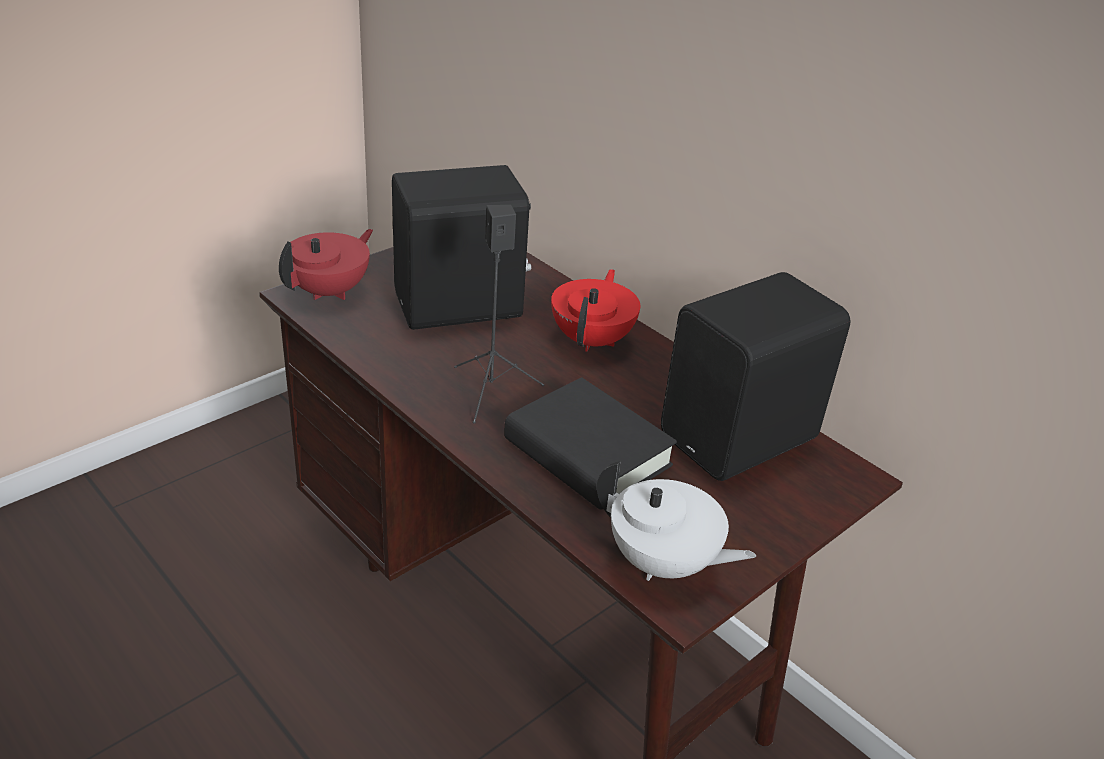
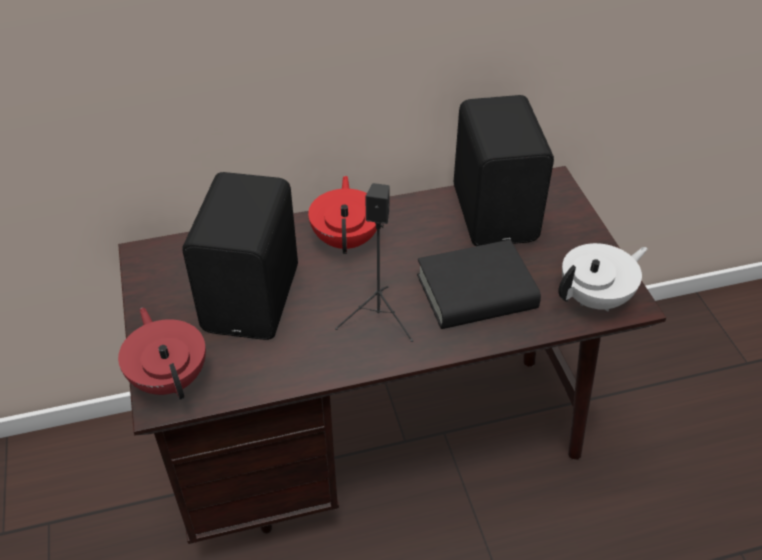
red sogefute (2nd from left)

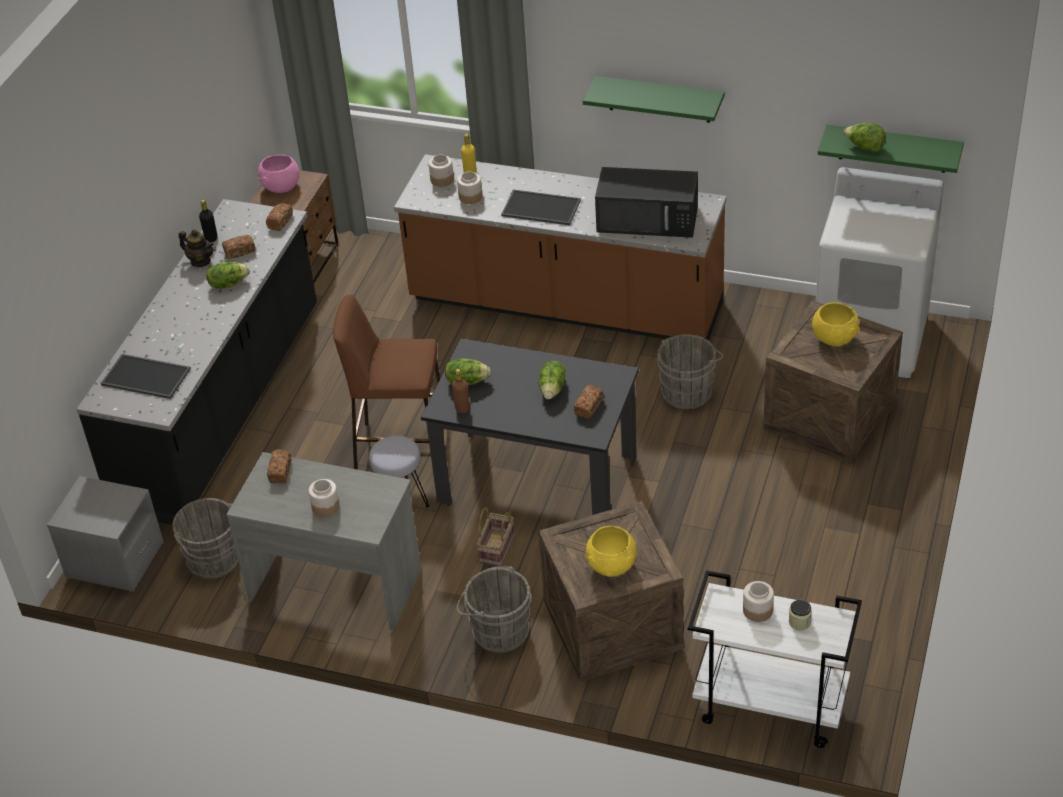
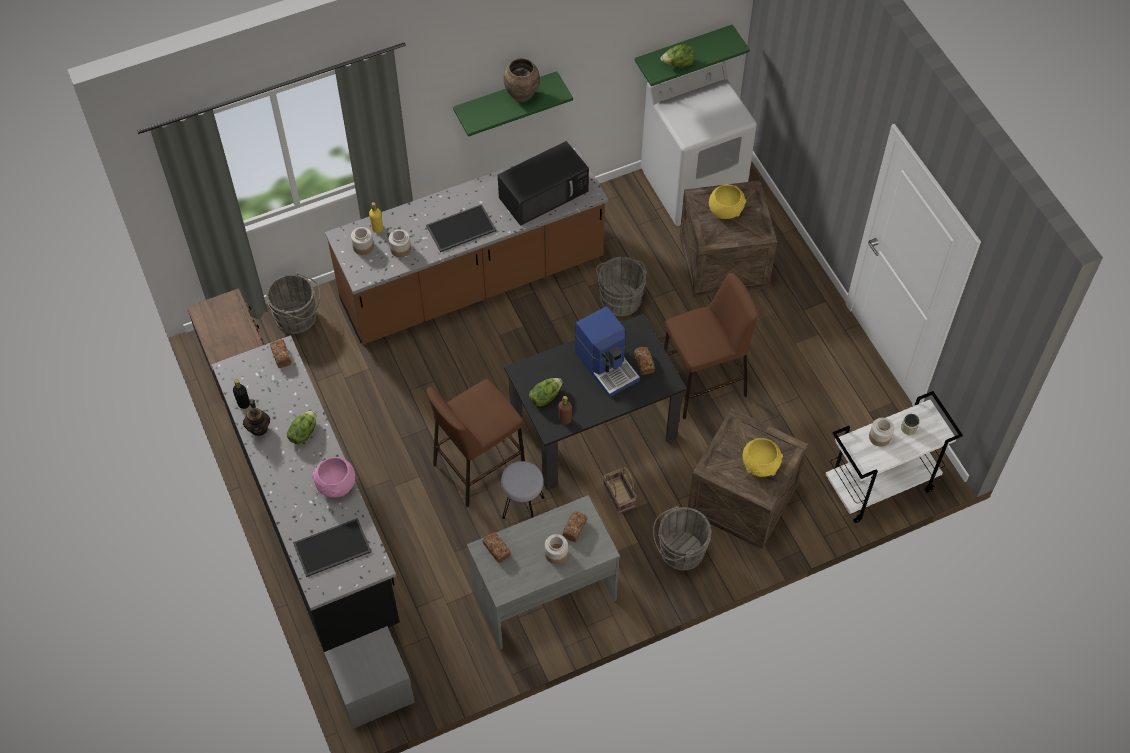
sogefute
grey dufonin (1st from left)
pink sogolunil
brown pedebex
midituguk (3rd from left)
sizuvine
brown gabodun (2nd from left)

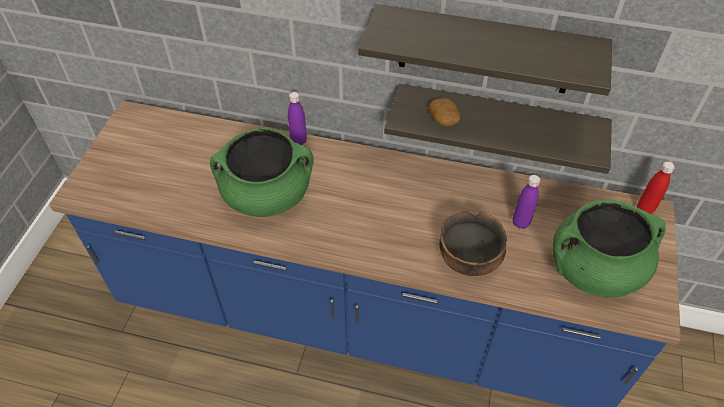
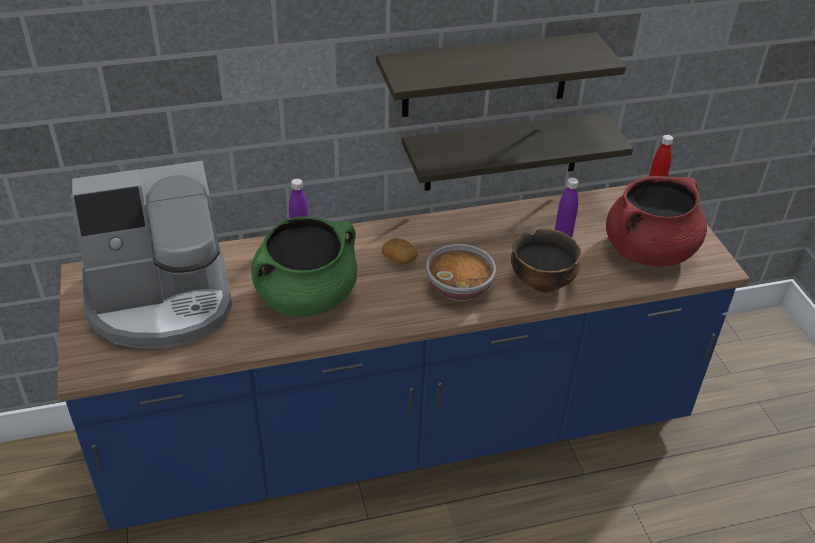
sizuvine
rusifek
sogolunil (1st from left)
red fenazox

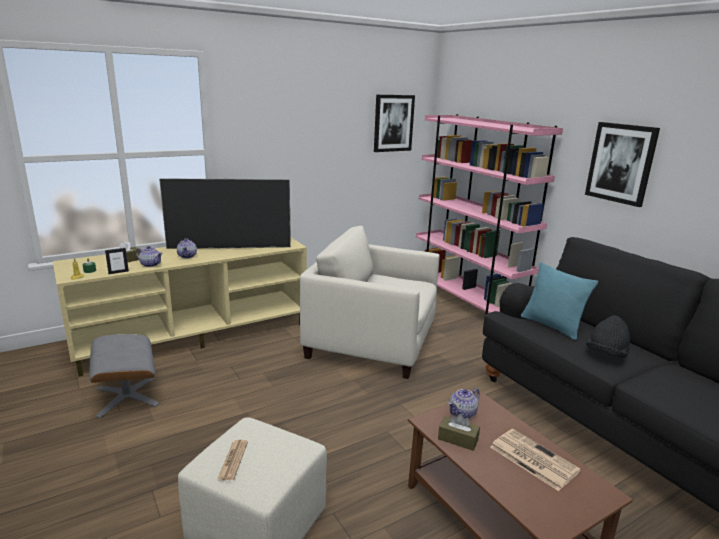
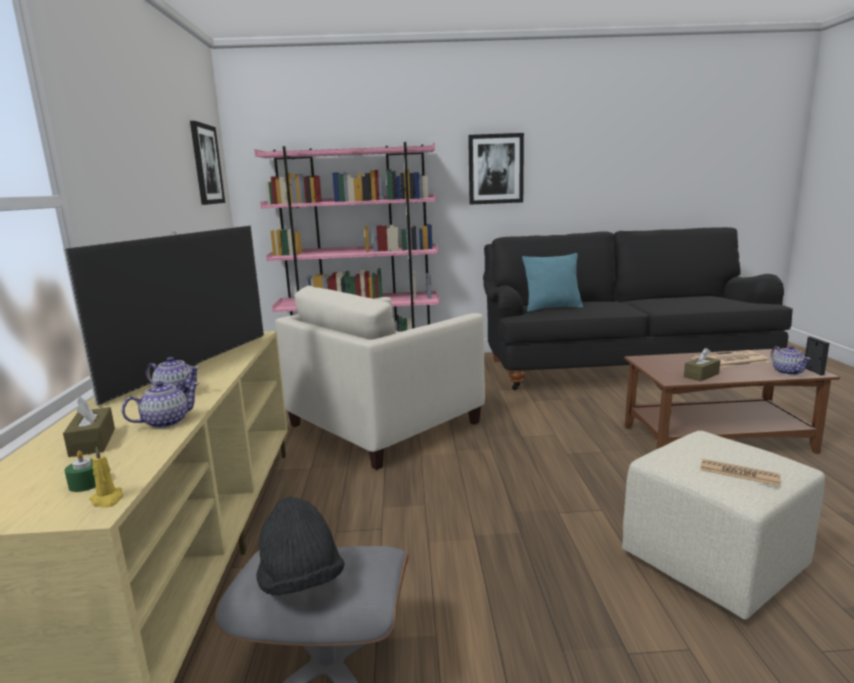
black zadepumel
sogefute (3rd from left)
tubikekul

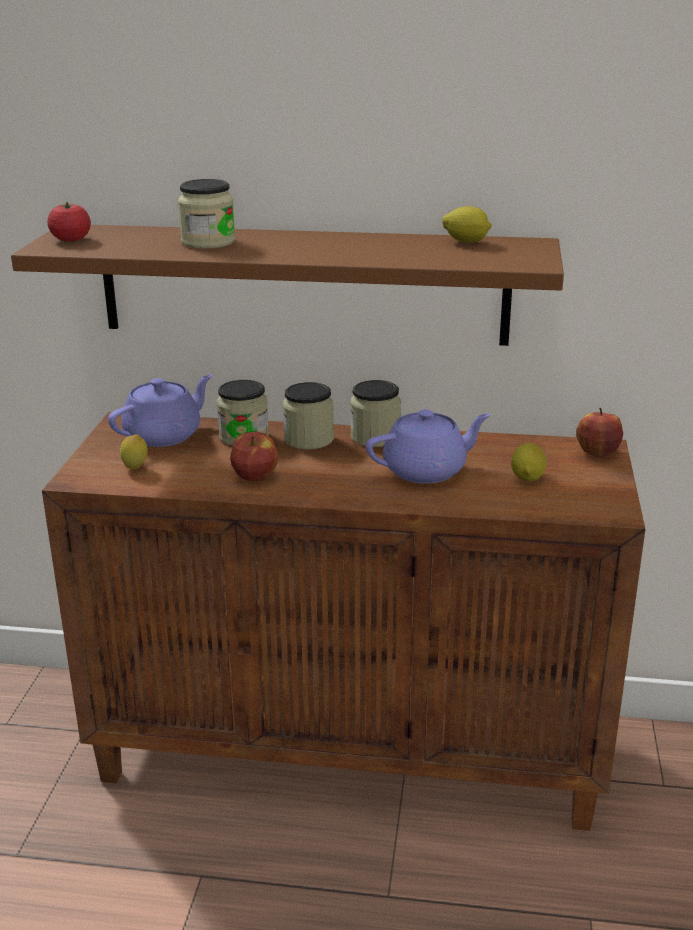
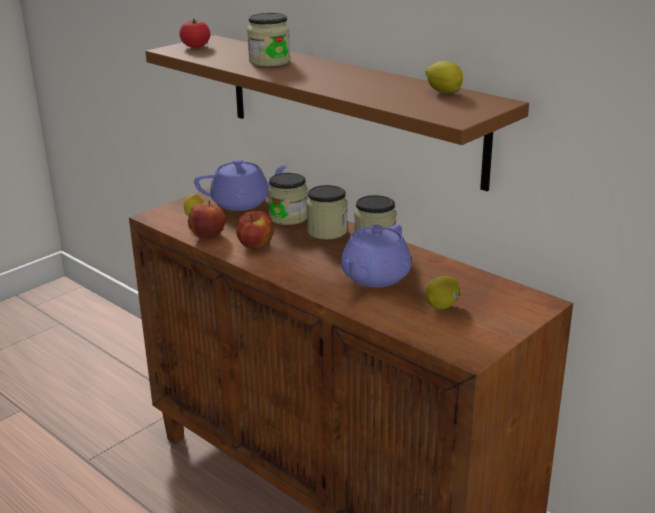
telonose (1st from left)
purple sogefute (2nd from left)

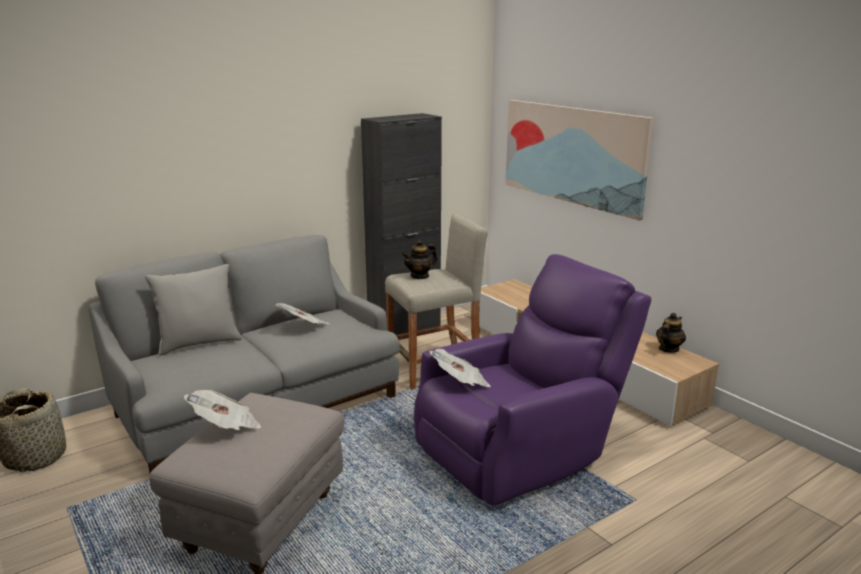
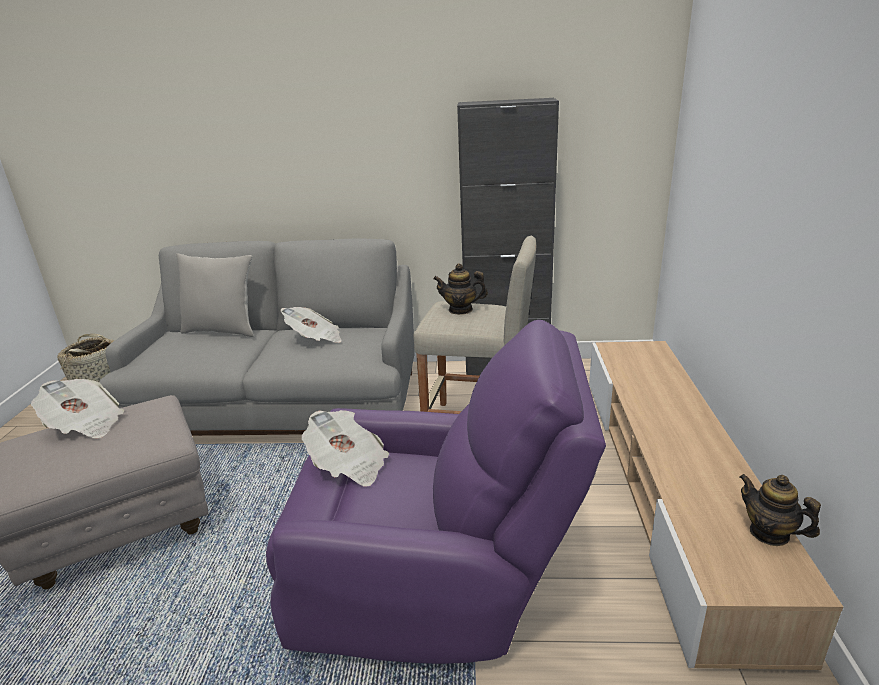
sogefute (2nd from left)
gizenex

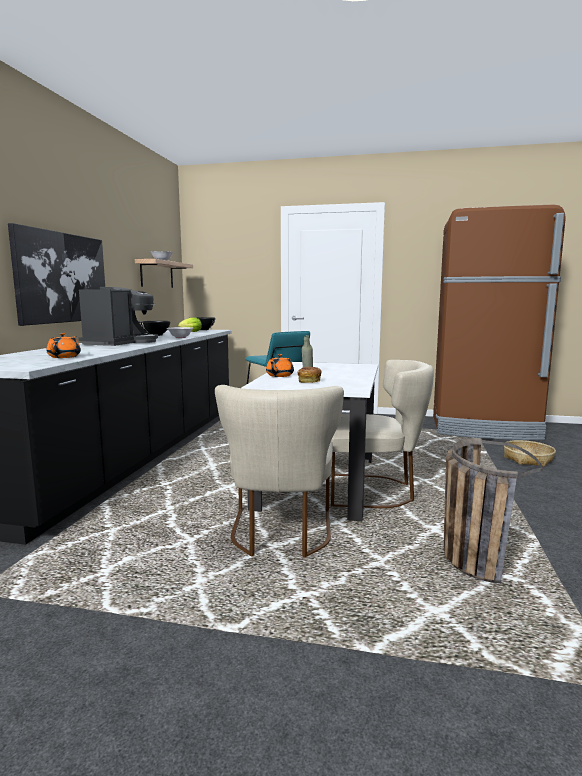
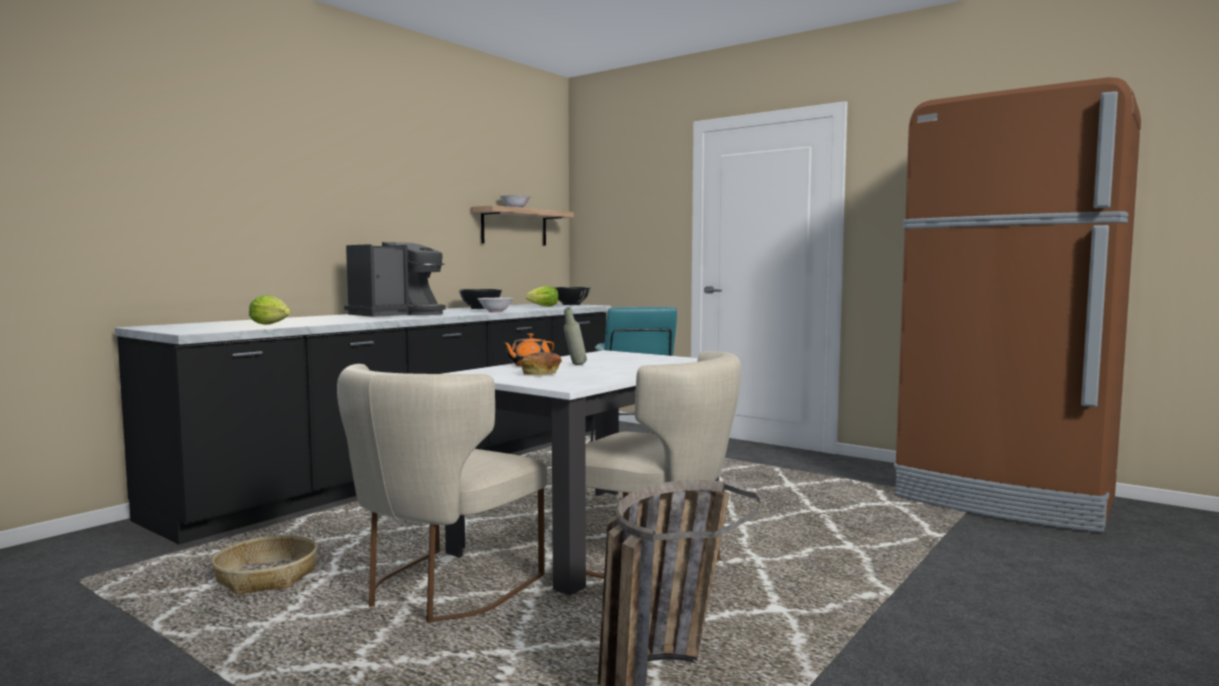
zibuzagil (1st from left)
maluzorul (1st from left)
gizenex

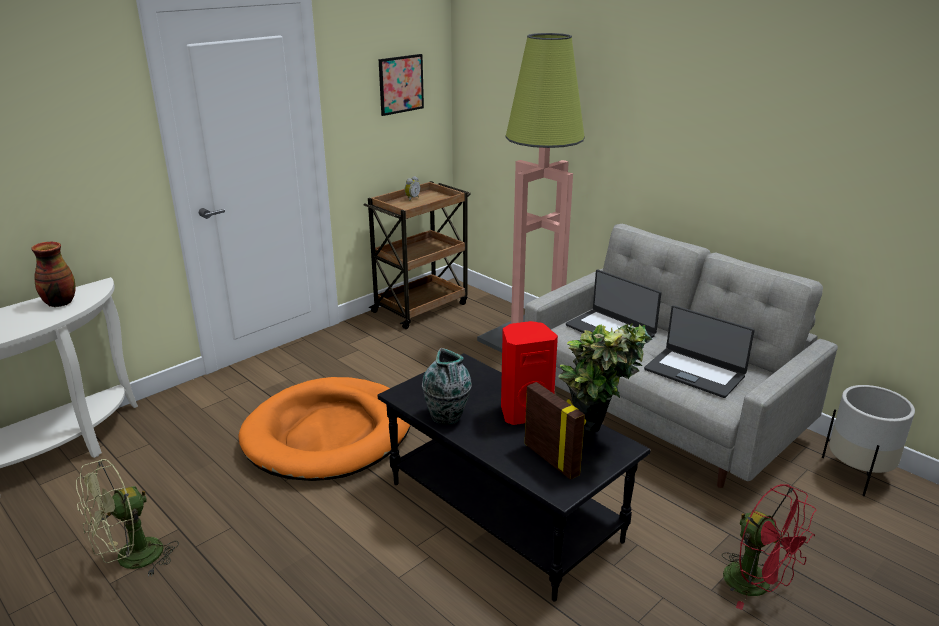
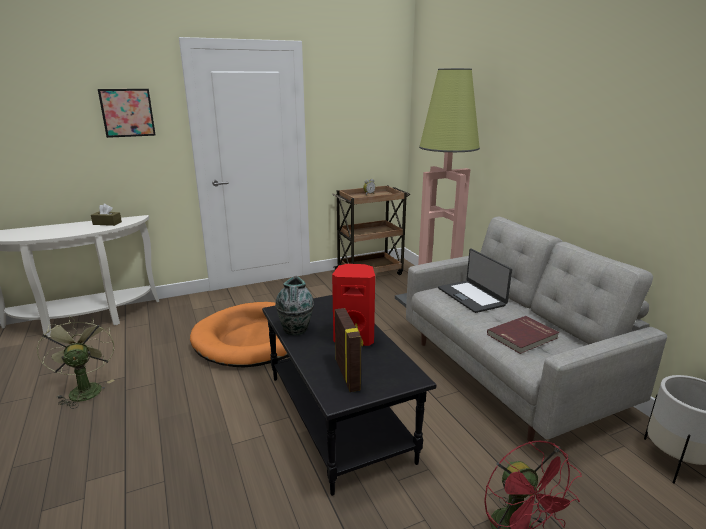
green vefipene
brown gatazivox
gizenex
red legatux
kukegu

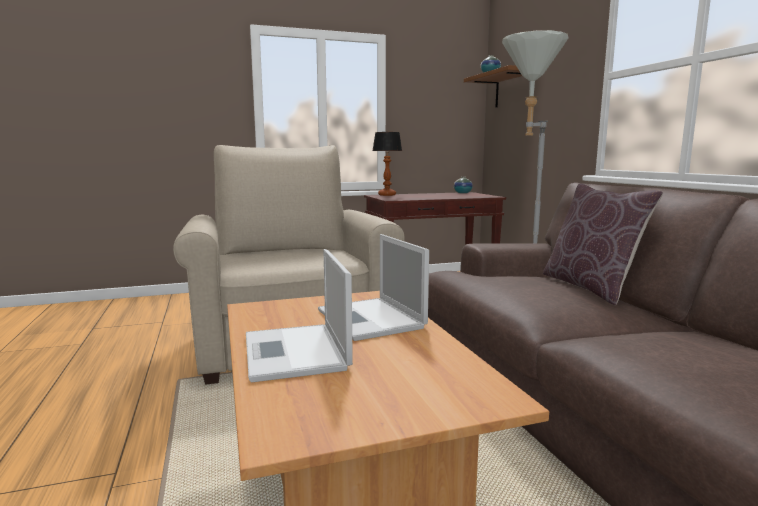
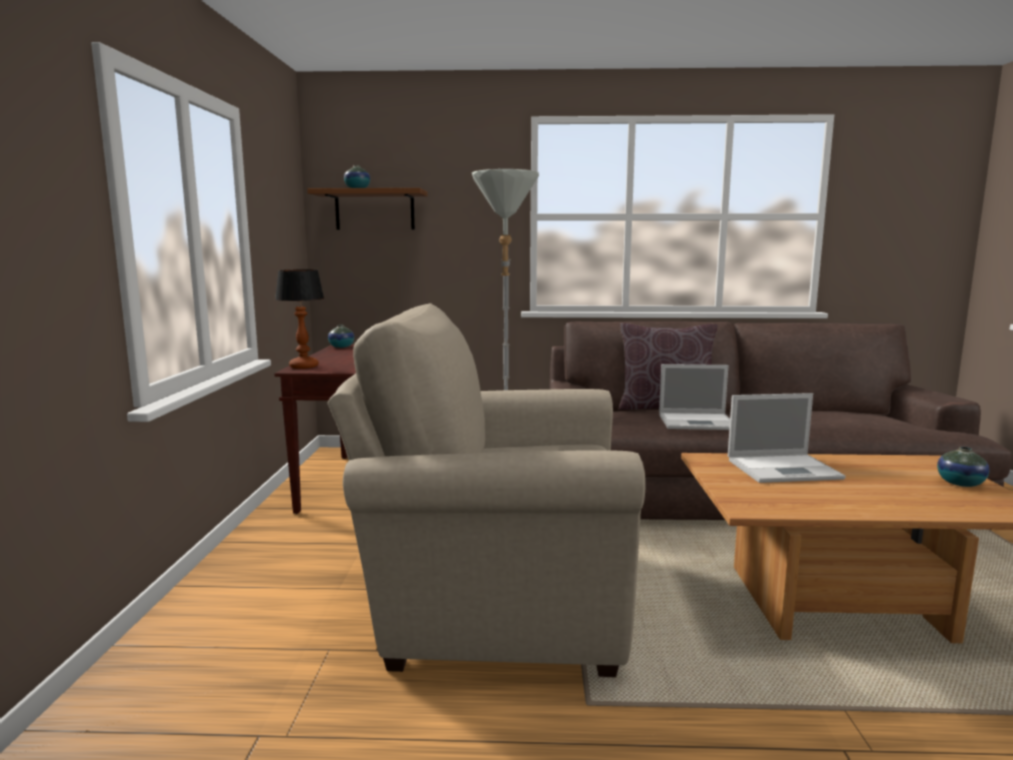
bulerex (1st from left)
pedebex (3rd from left)

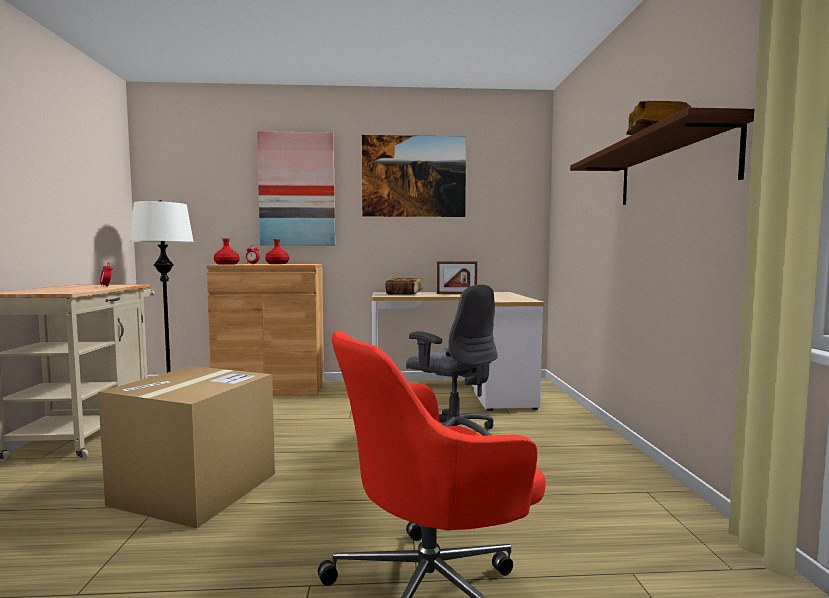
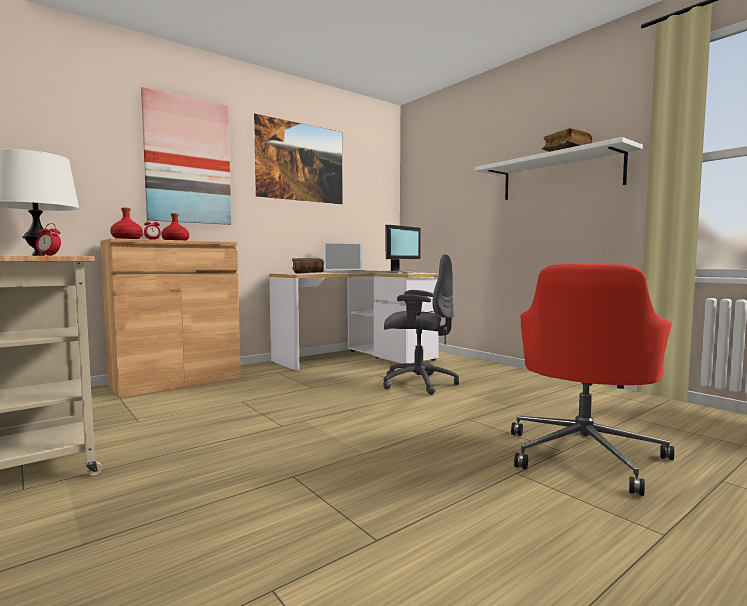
bulerex
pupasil
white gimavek
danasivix

